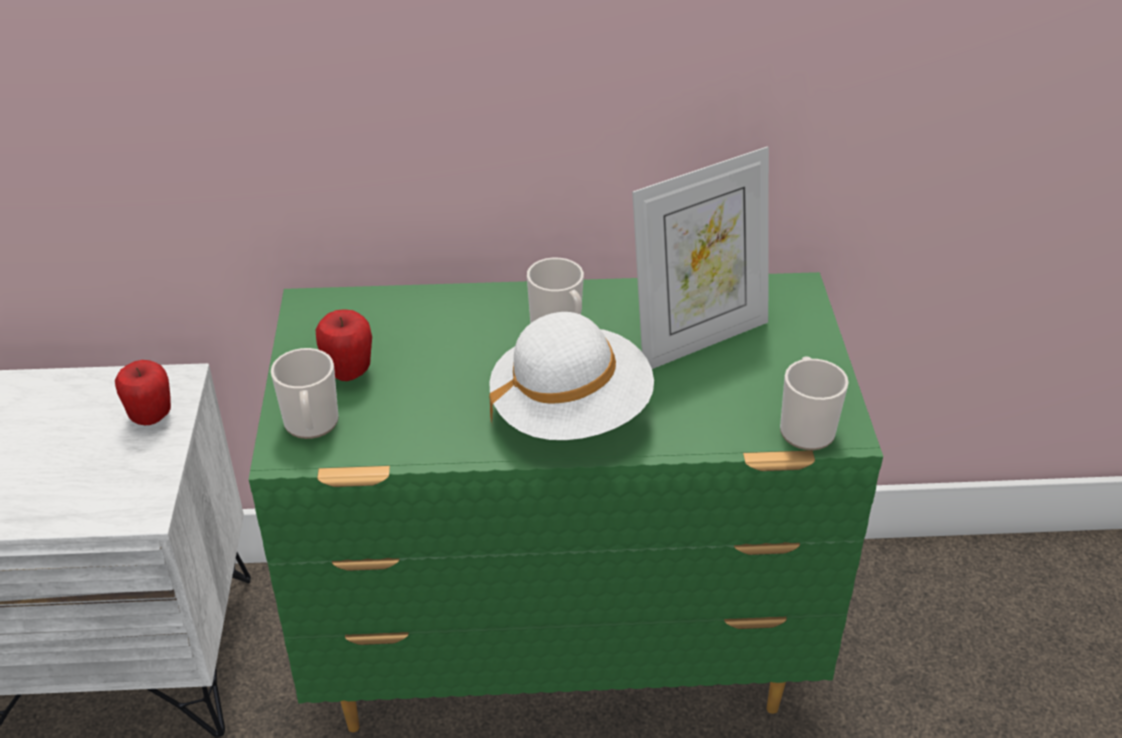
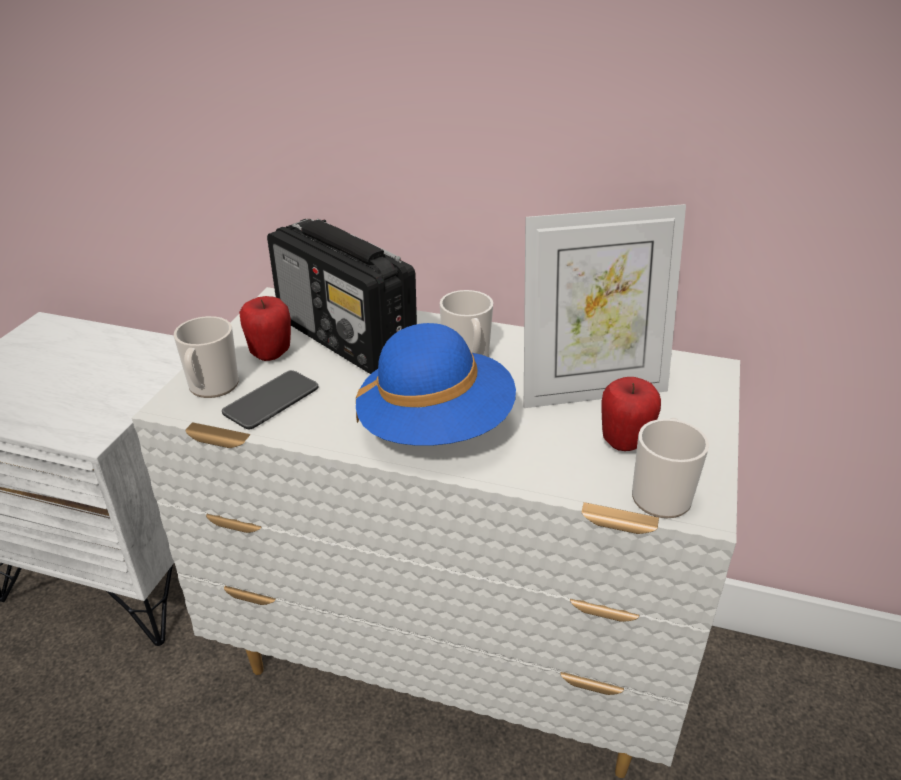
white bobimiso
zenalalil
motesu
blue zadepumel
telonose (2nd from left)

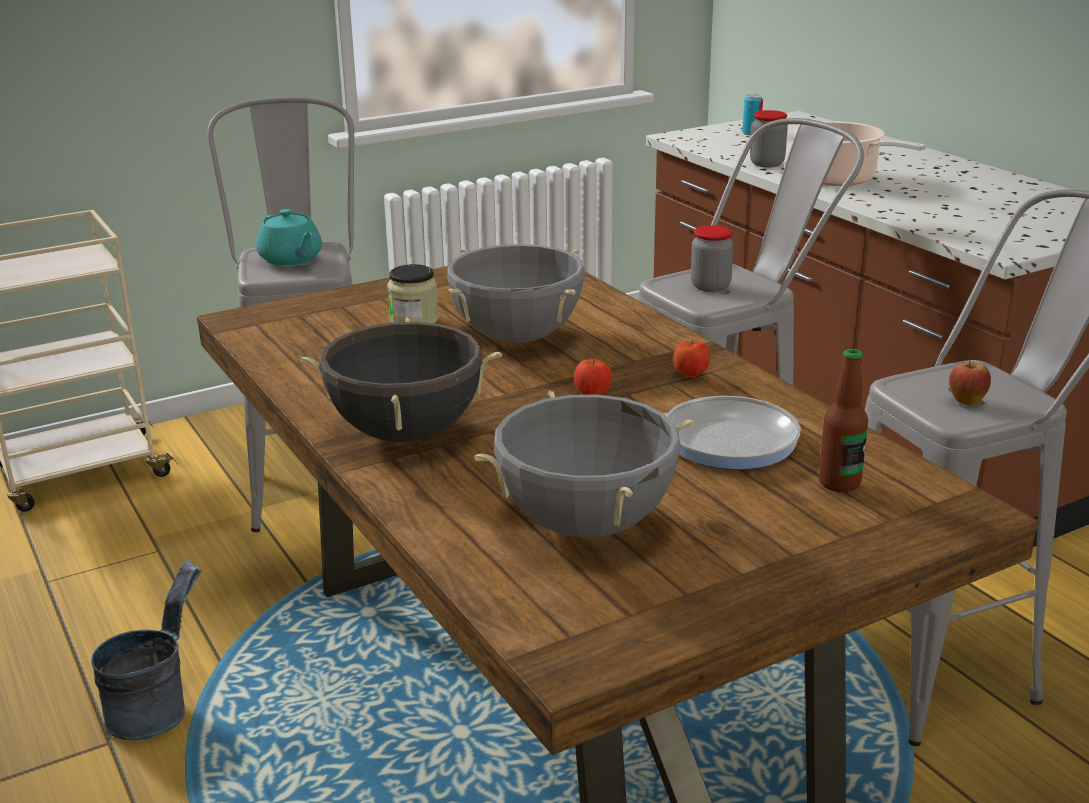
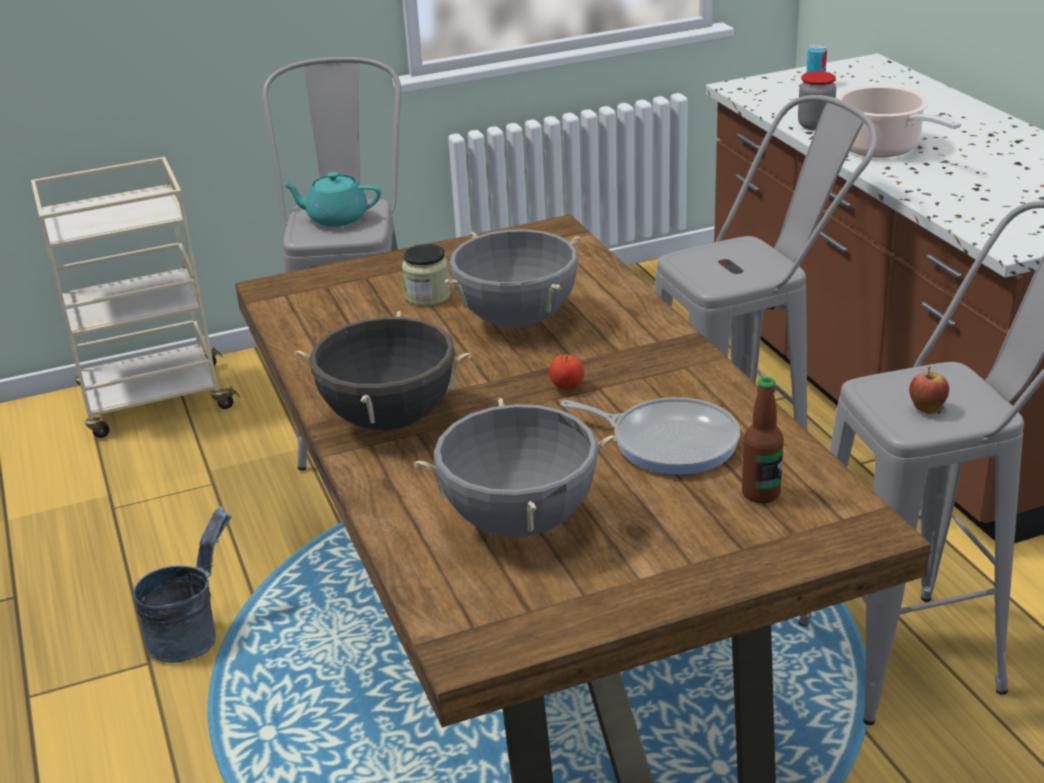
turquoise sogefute
telonose (2nd from left in the first image)
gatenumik (2nd from left in the first image)

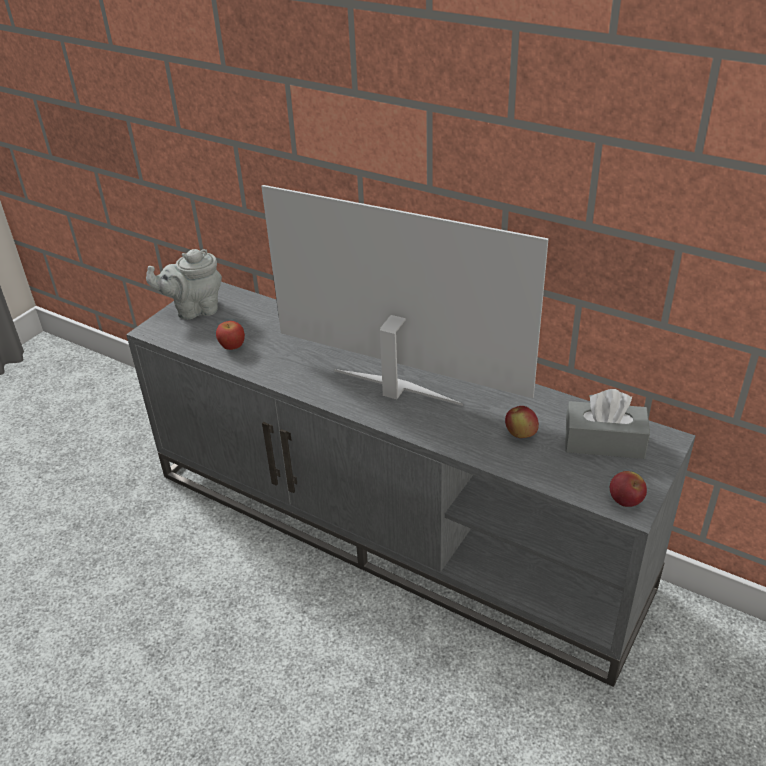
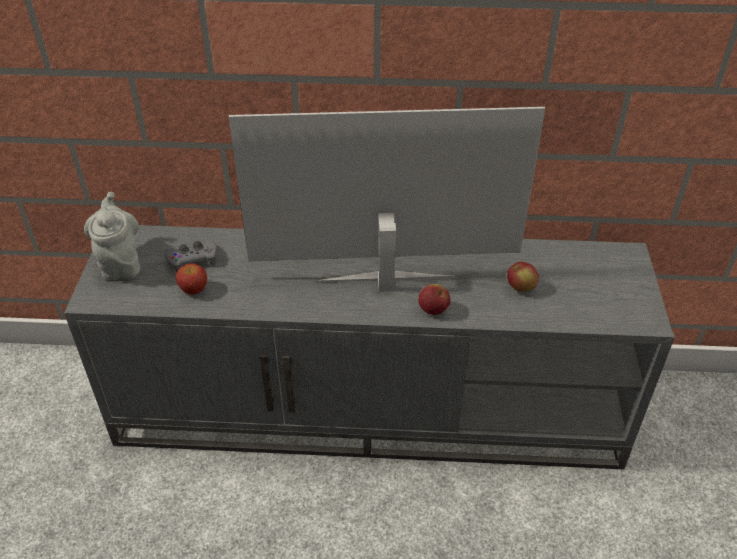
grey sogefute
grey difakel
telonose (2nd from left)
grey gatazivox

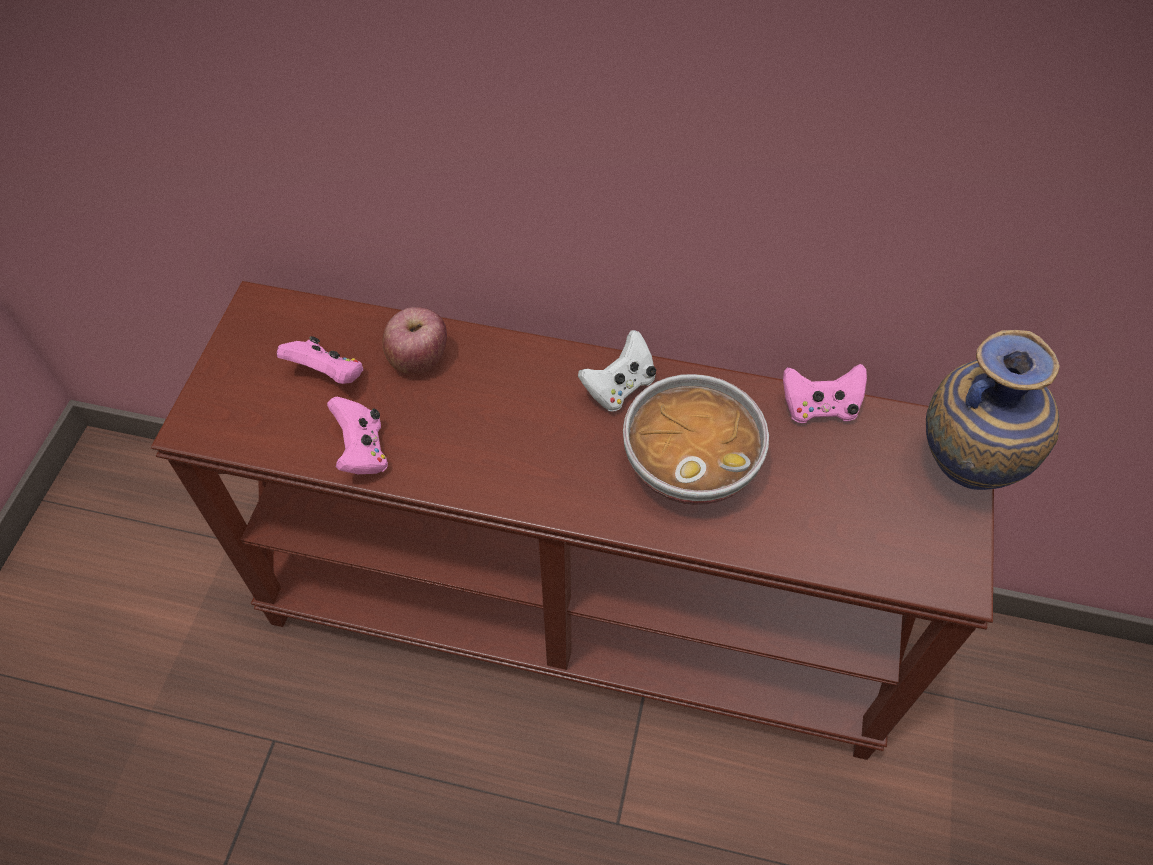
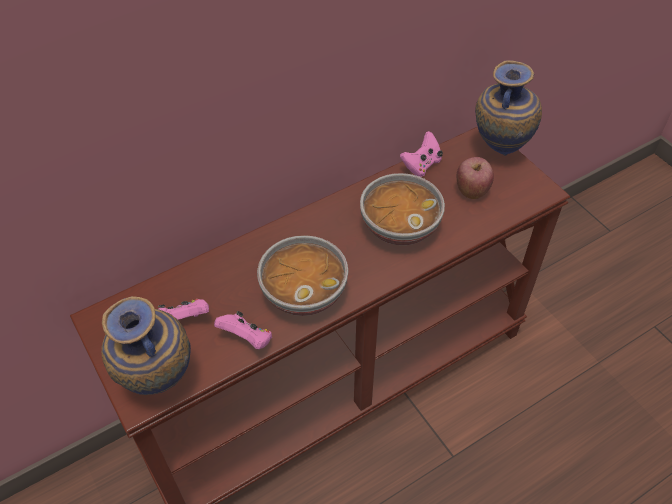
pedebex (1st from left)
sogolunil (1st from left)
telonose
white difakel

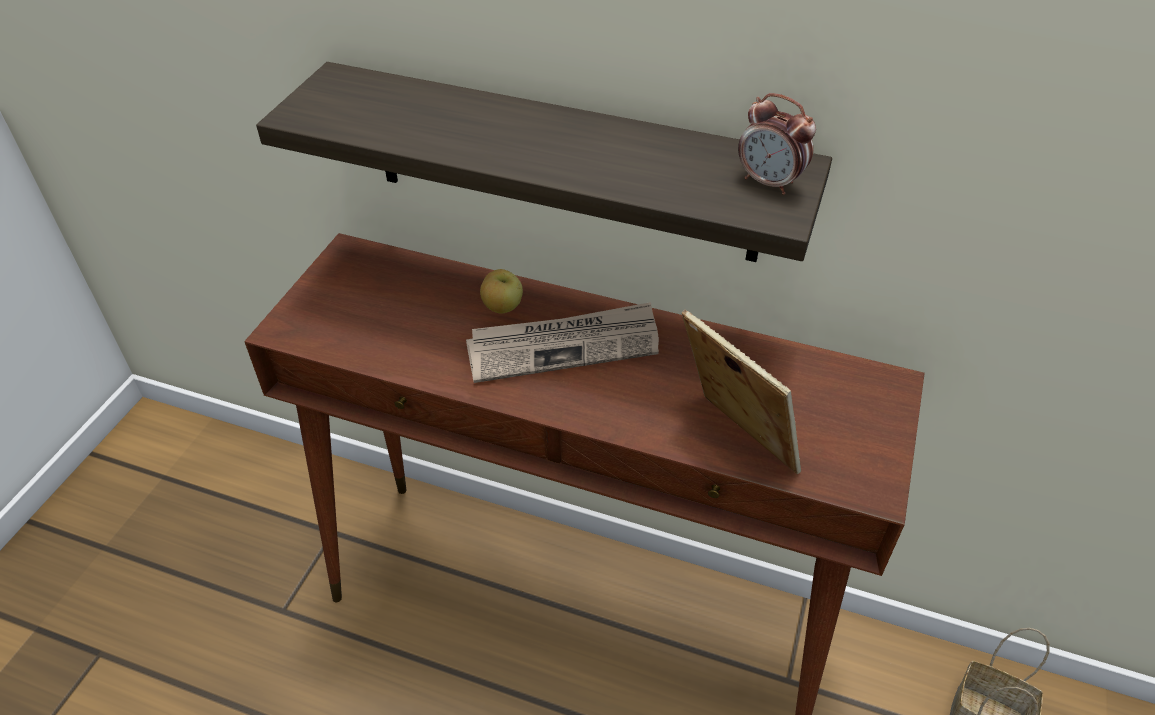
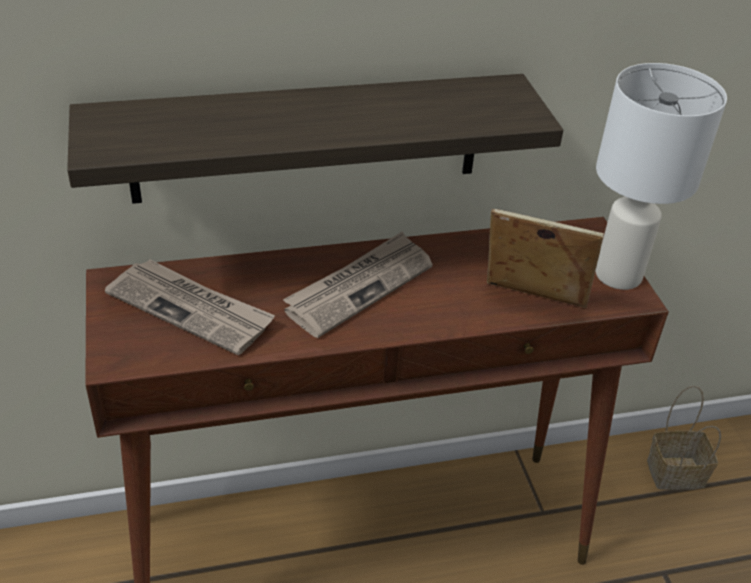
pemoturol (1st from left)
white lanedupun
telonose
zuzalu

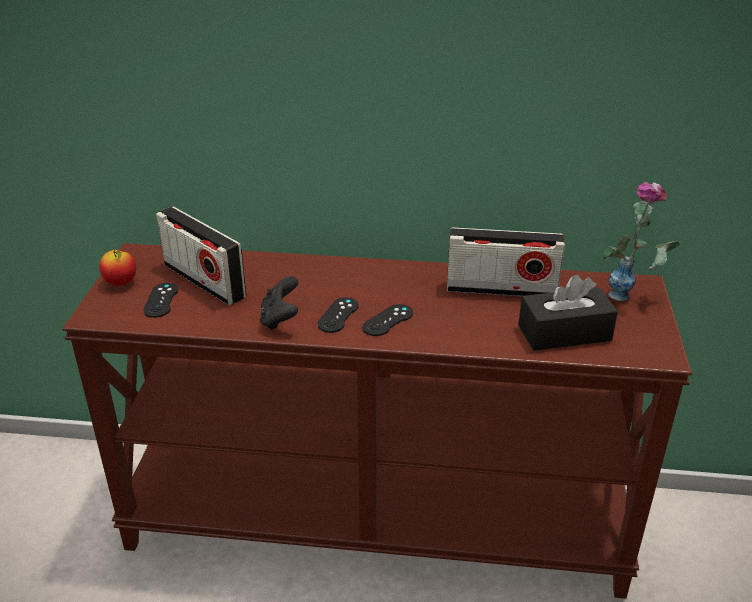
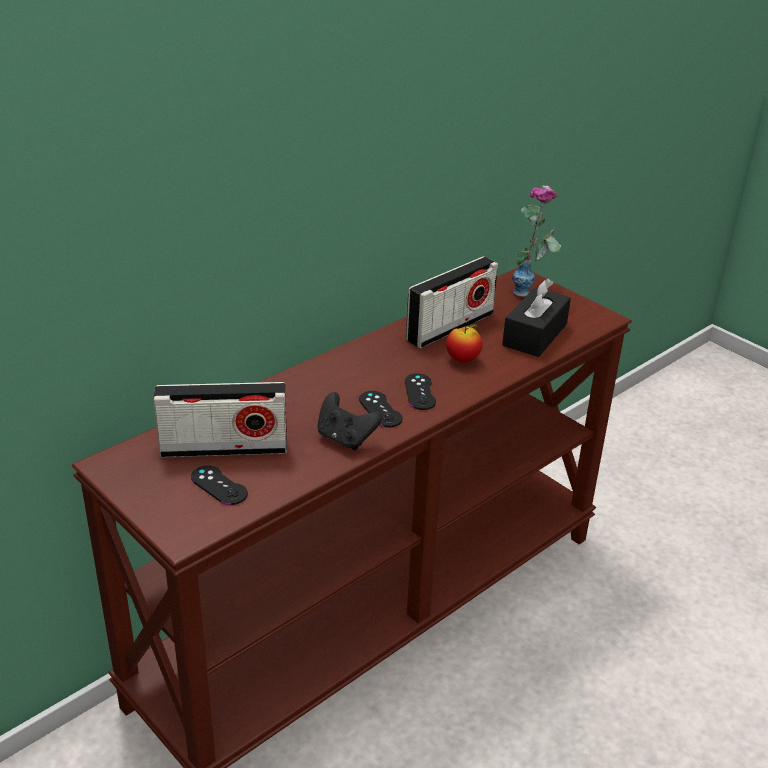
telonose

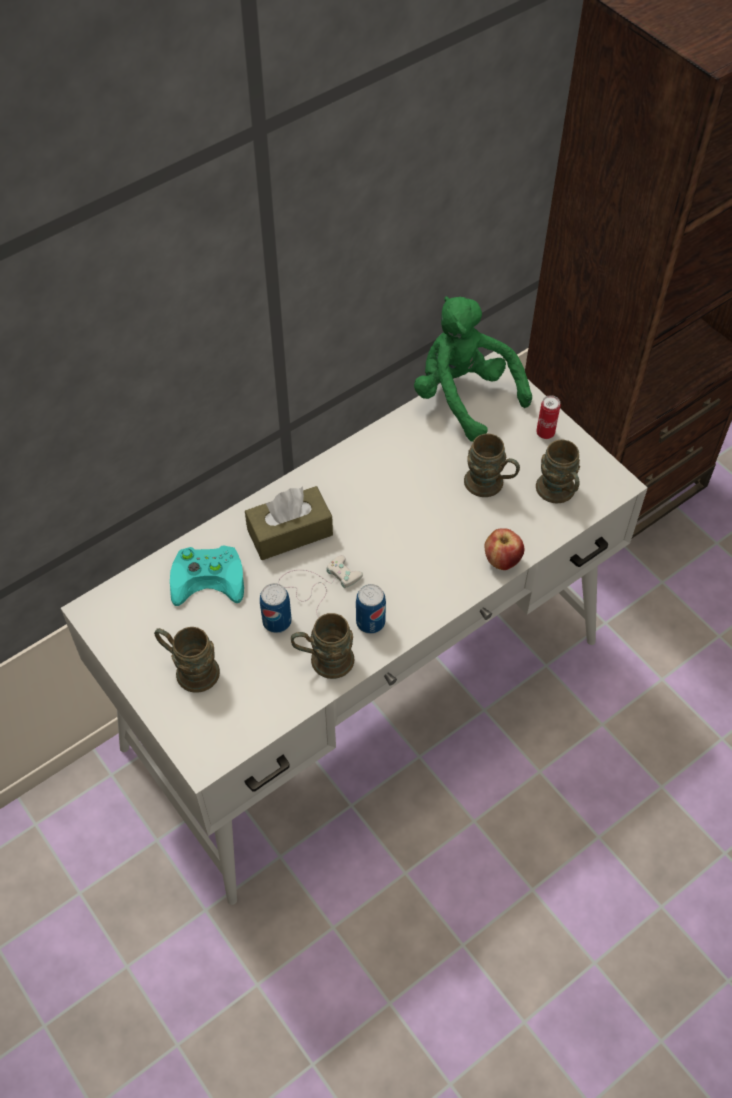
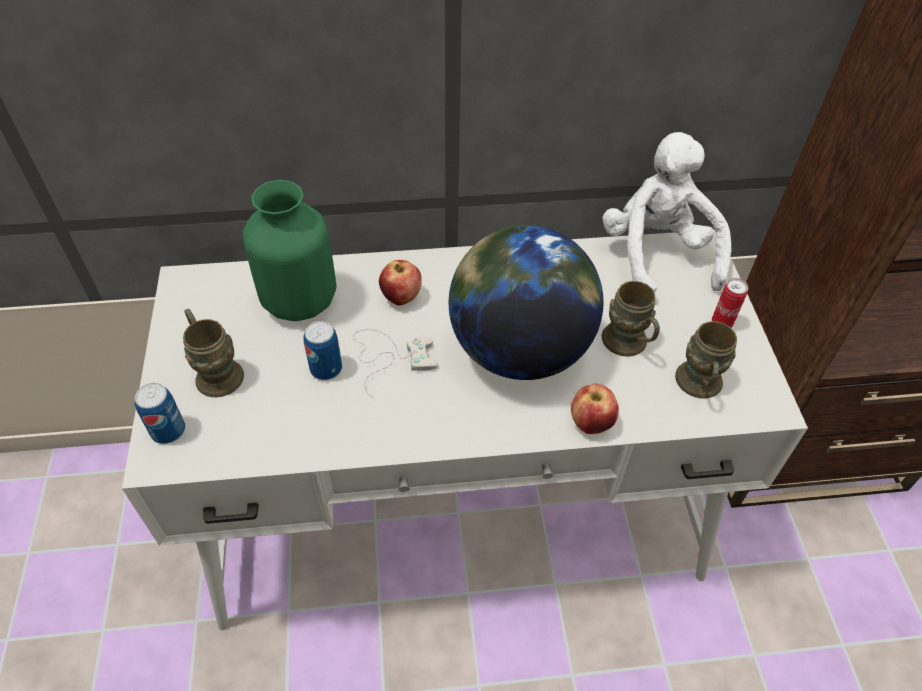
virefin (1st from left)
green pedebex
telonose (1st from left)
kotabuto
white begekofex
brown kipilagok (2nd from left in the first image)

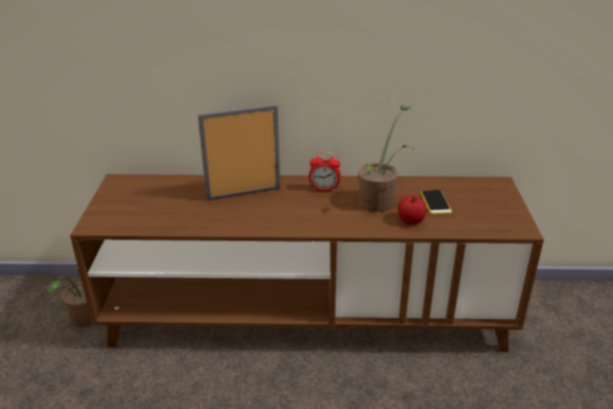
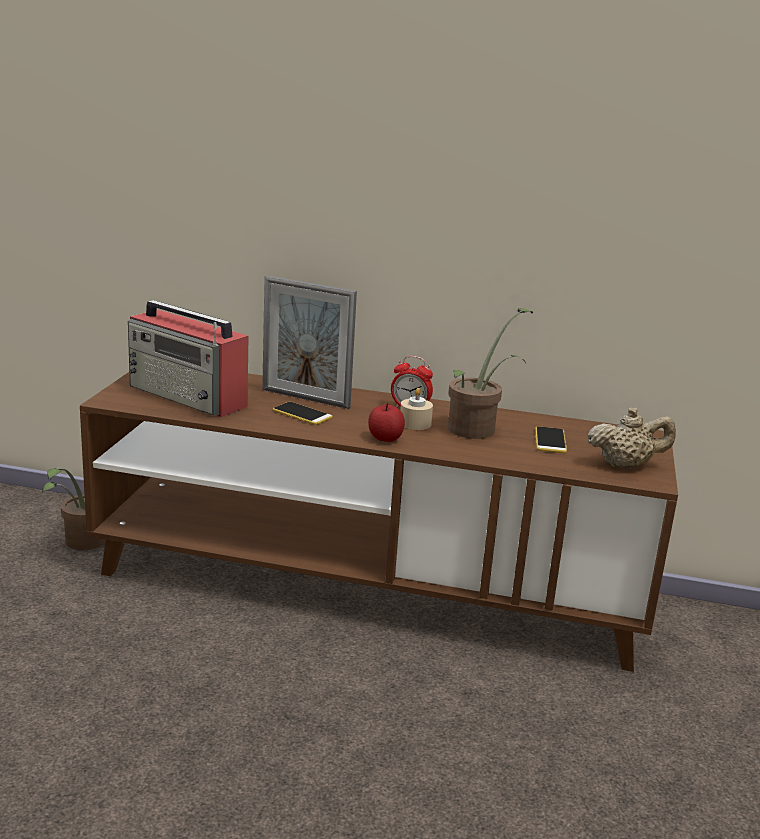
motesu
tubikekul
zenalalil (1st from left)
telonose
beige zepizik
beige sogefute

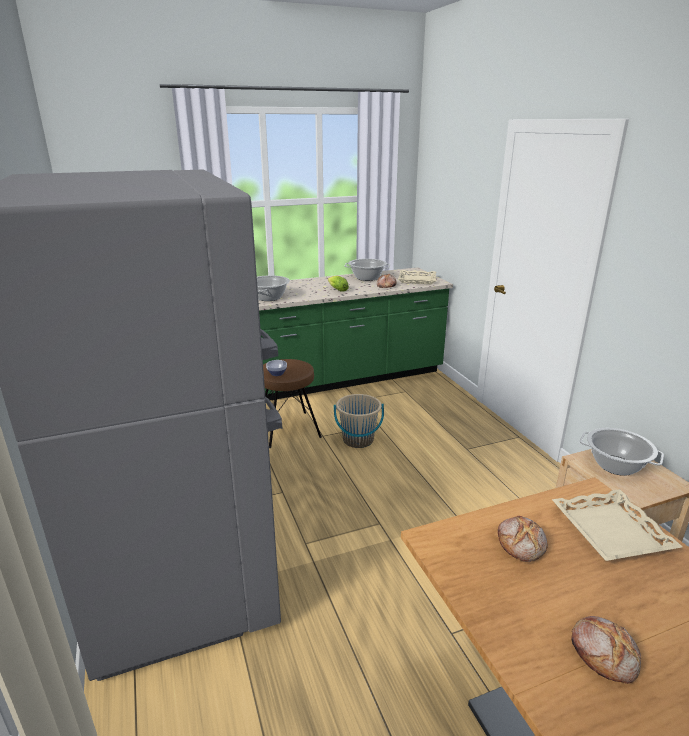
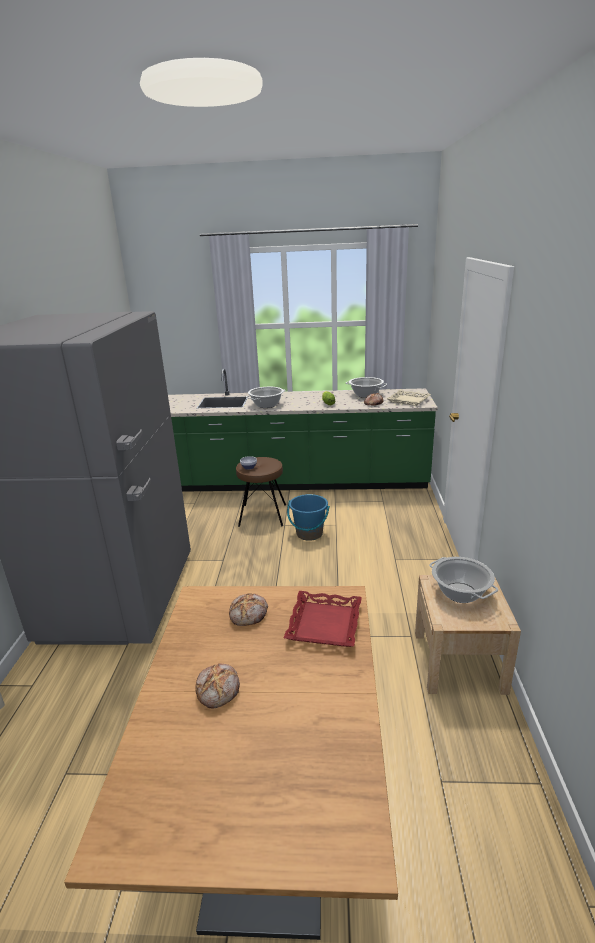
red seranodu
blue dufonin

